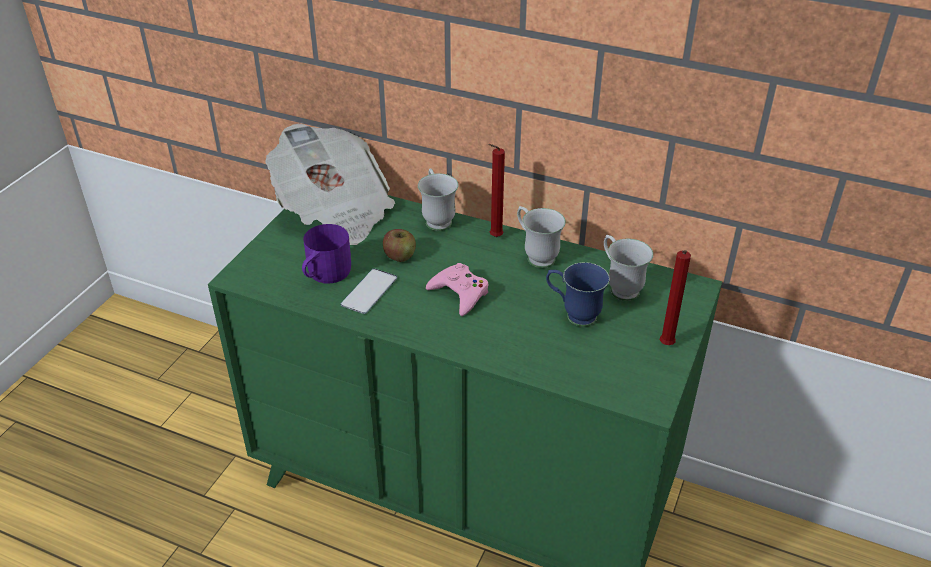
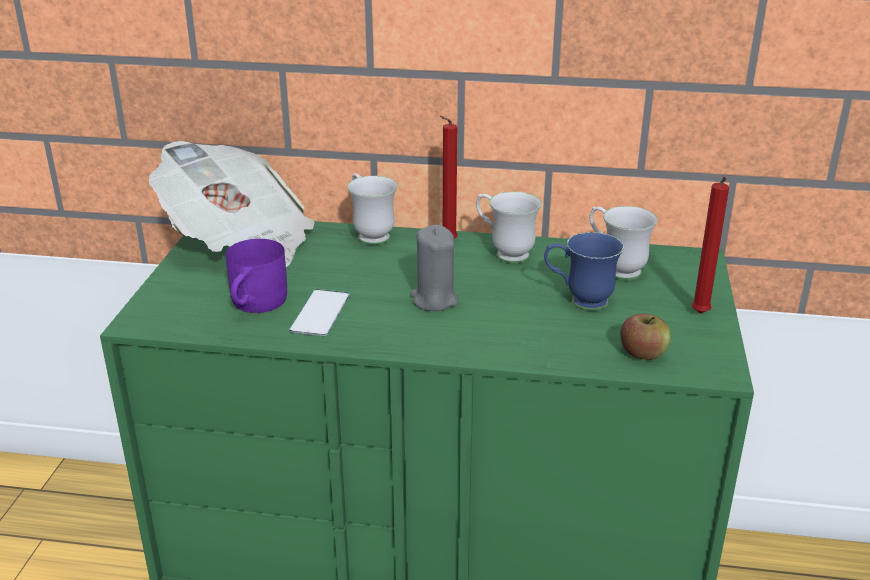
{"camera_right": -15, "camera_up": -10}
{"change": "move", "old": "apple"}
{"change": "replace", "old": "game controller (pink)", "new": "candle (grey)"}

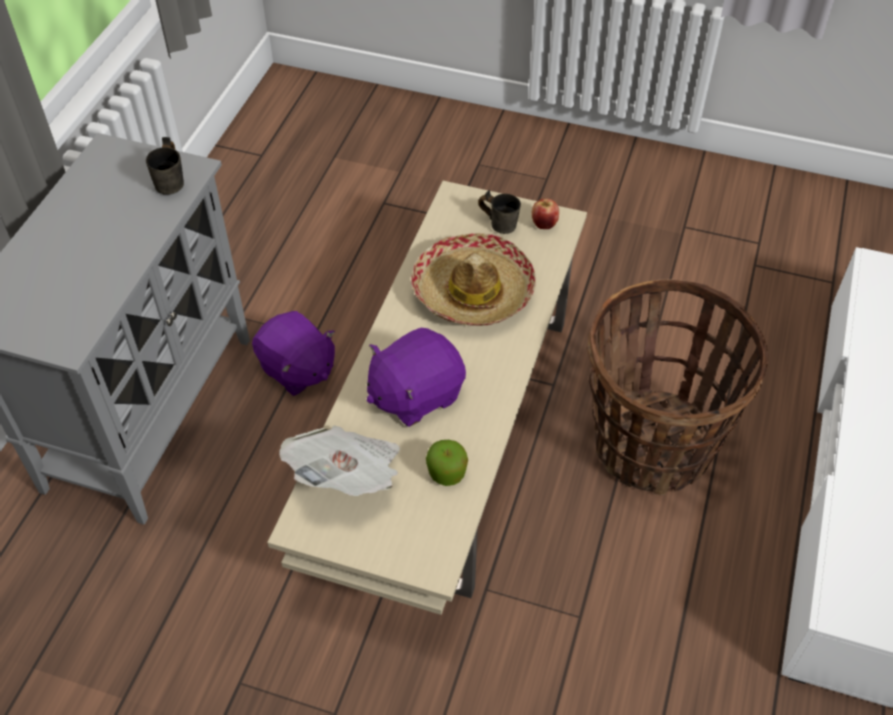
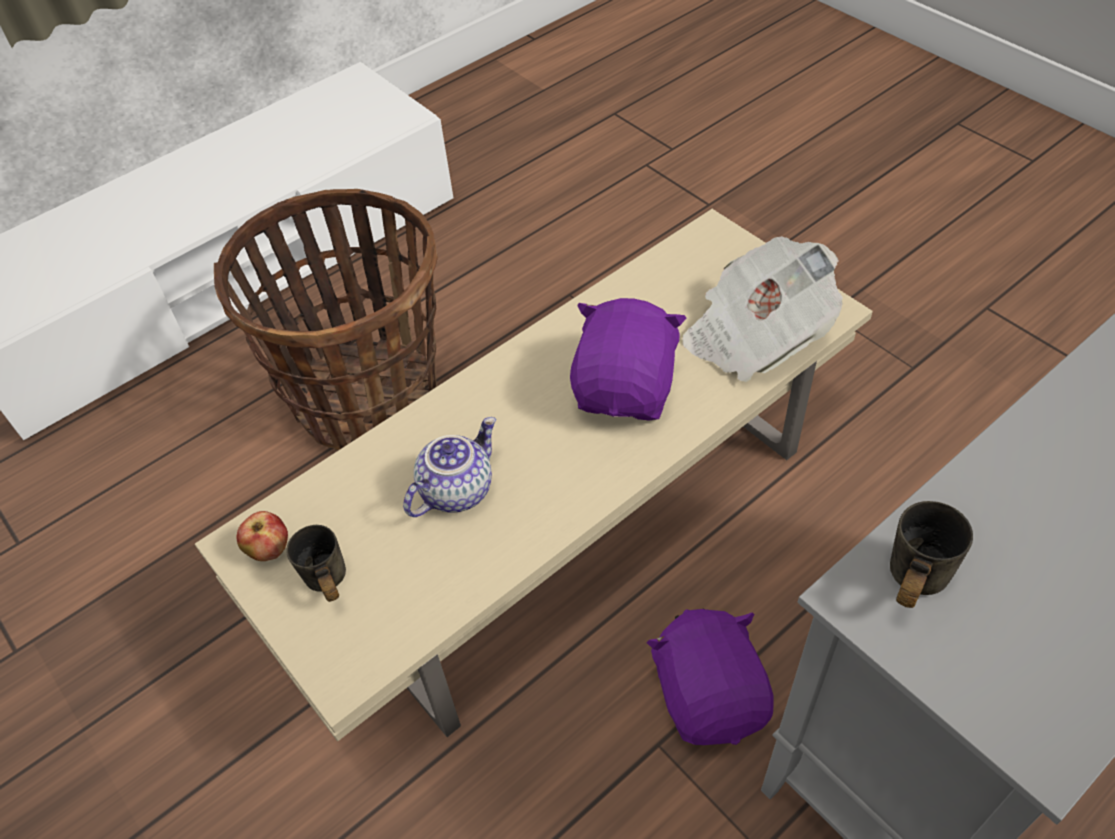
{"camera_right": -145, "camera_up": 0}
{"change": "rotate", "old": "plush toy (purple) (2nd from left in the first image)", "degrees": -75}
{"change": "replace", "old": "hat", "new": "teapot"}
{"change": "delete", "old": "apple (1st from left)"}

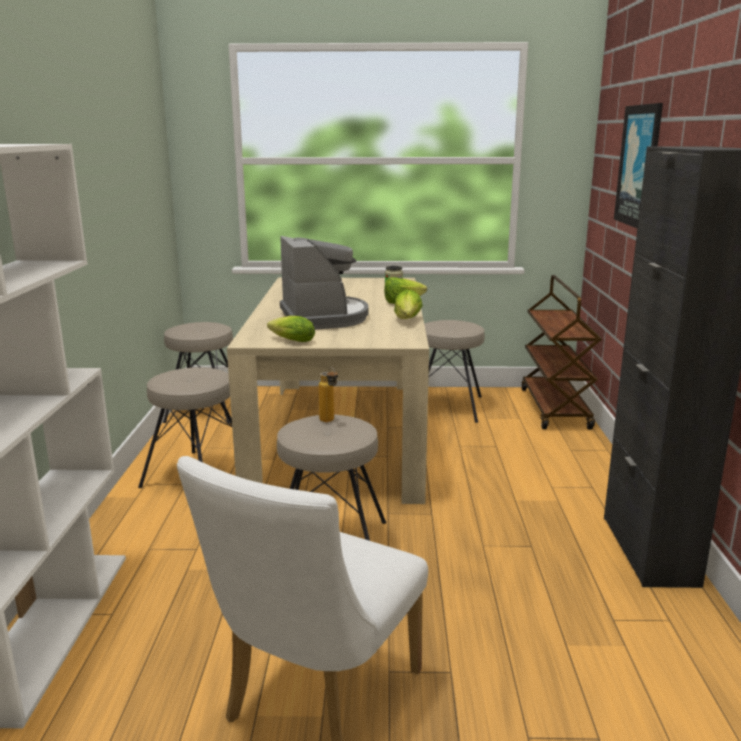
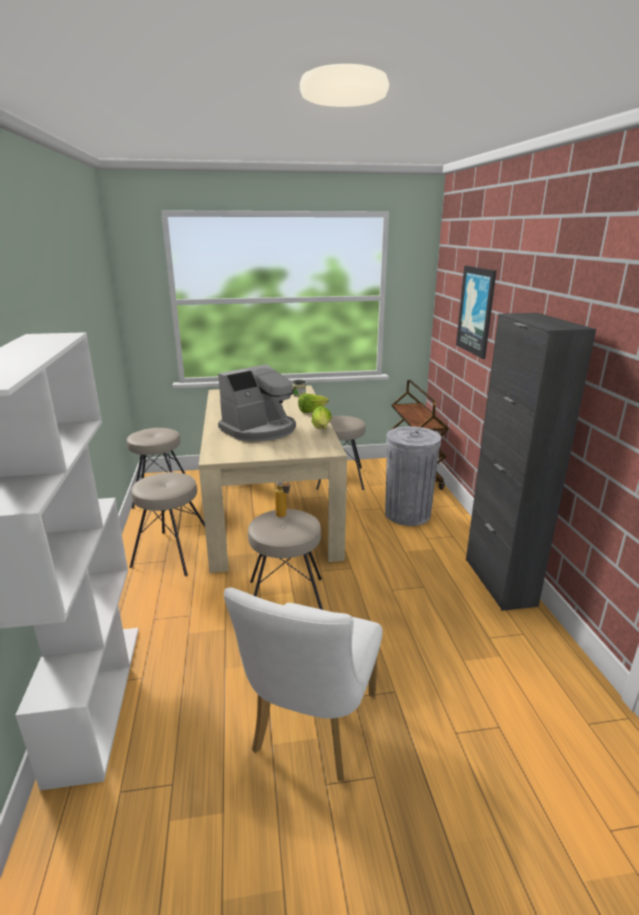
{"camera_right": -10, "camera_up": 5}
{"change": "delete", "old": "lettuce (1st from left)"}
{"change": "rotate", "old": "coffee machine", "degrees": 75}
{"change": "insert", "new": "trash can (grey)"}

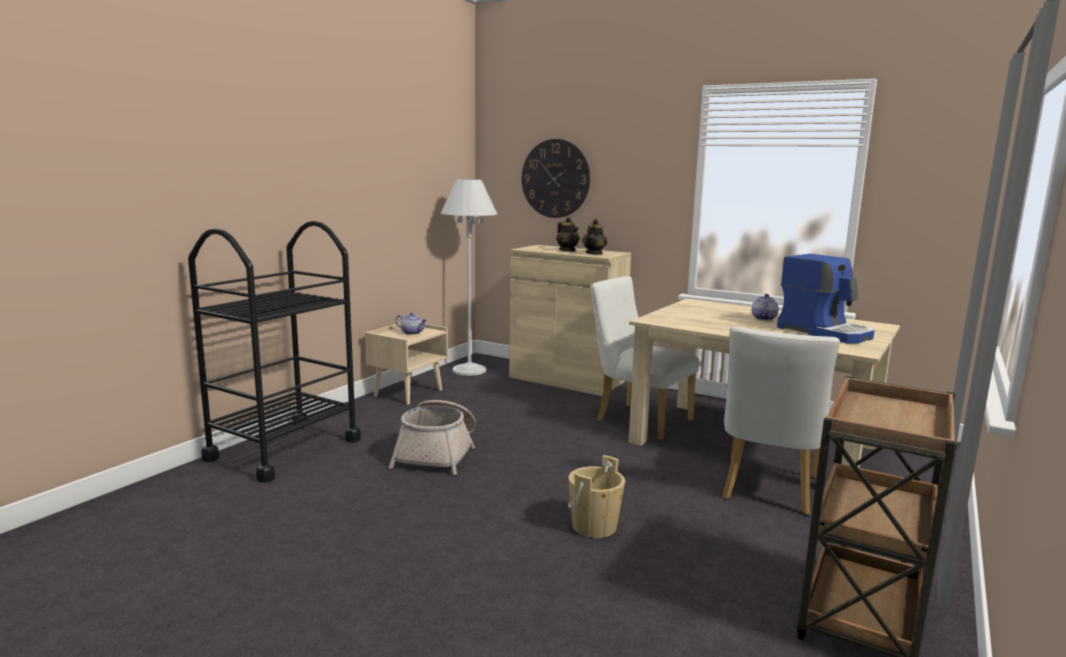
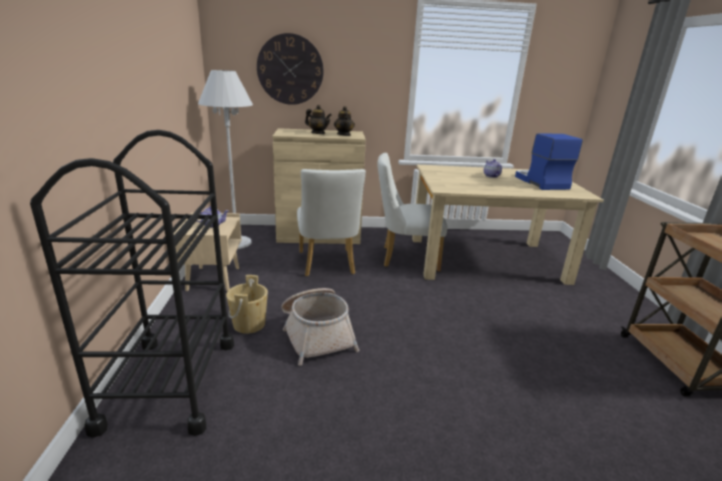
{"camera_right": -35, "camera_up": 10}
{"change": "move", "old": "bucket (beige)"}
{"change": "move", "old": "chair (white) (2nd from left in the first image)", "new": "chair (white) (1st from left)"}
{"change": "rotate", "old": "coffee machine", "degrees": -120}

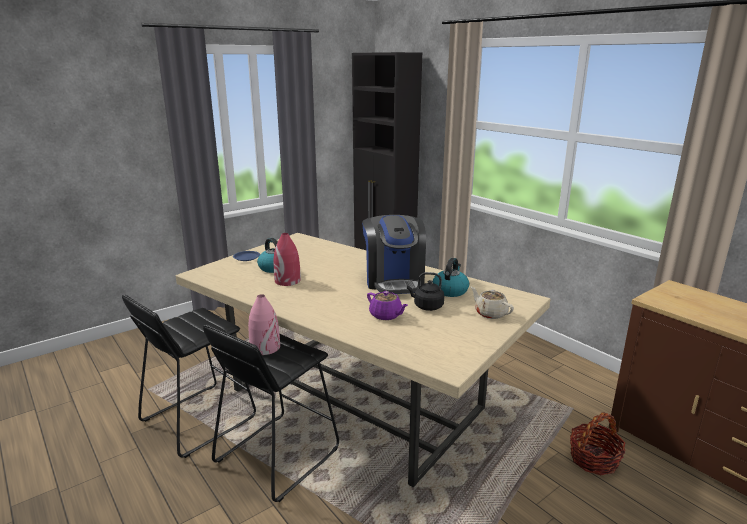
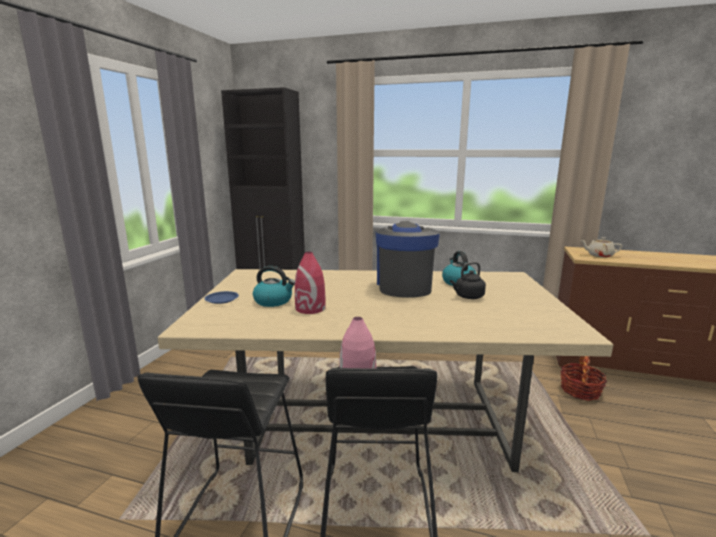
{"camera_right": -35, "camera_up": -5}
{"change": "rotate", "old": "coffee machine", "degrees": -135}
{"change": "delete", "old": "teapot (purple)"}
{"change": "move", "old": "teapot (beige)"}

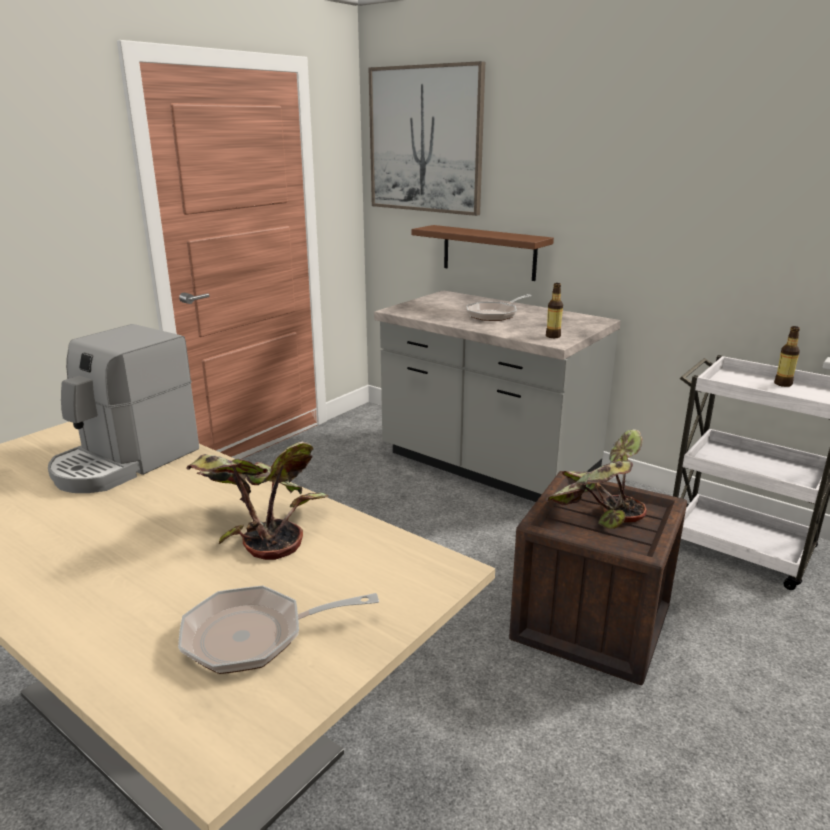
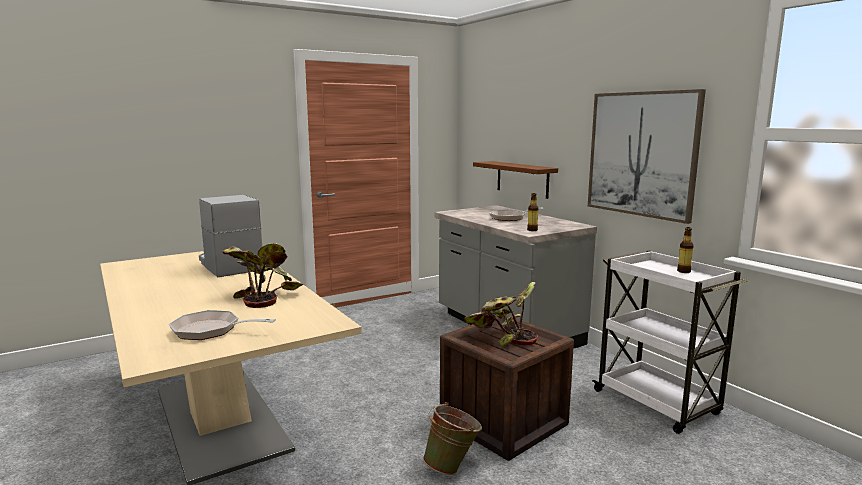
{"camera_right": 20, "camera_up": -10}
{"change": "rotate", "old": "coffee machine", "degrees": 90}
{"change": "move", "old": "picture"}
{"change": "insert", "new": "bucket (green)"}

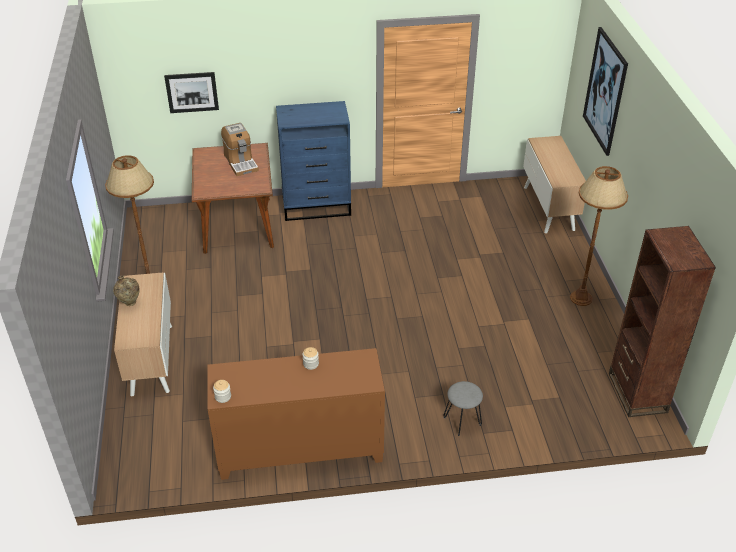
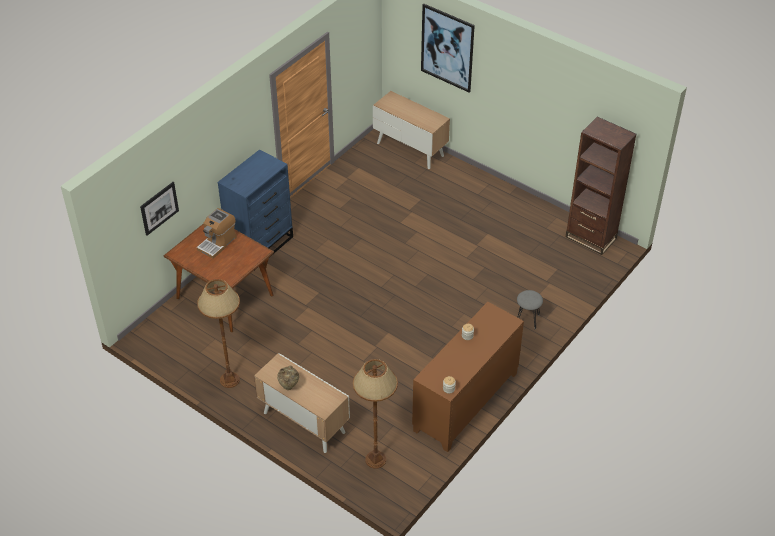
{"camera_right": -45, "camera_up": 5}
{"change": "rotate", "old": "coffee machine", "degrees": 105}
{"change": "move", "old": "floor lamp (brown) (2nd from left)"}

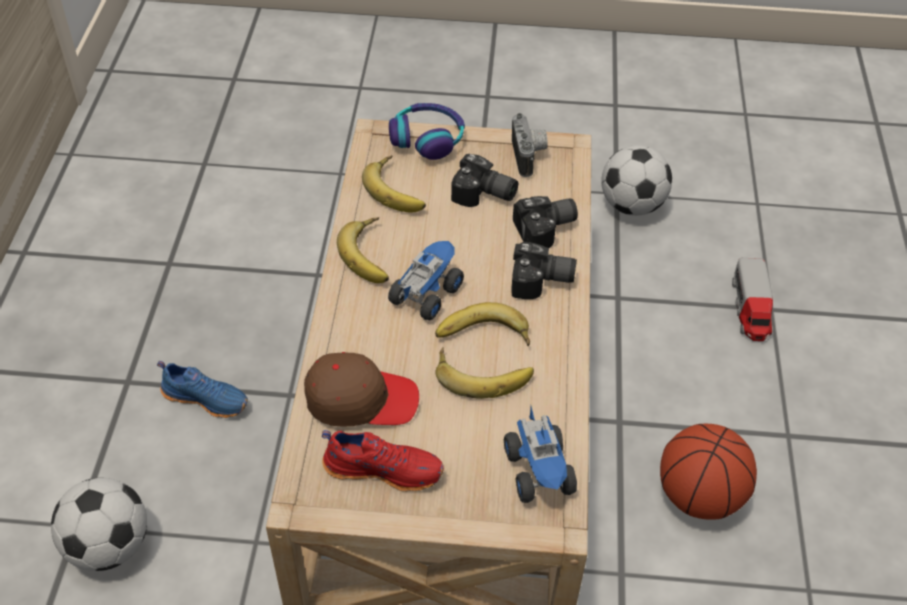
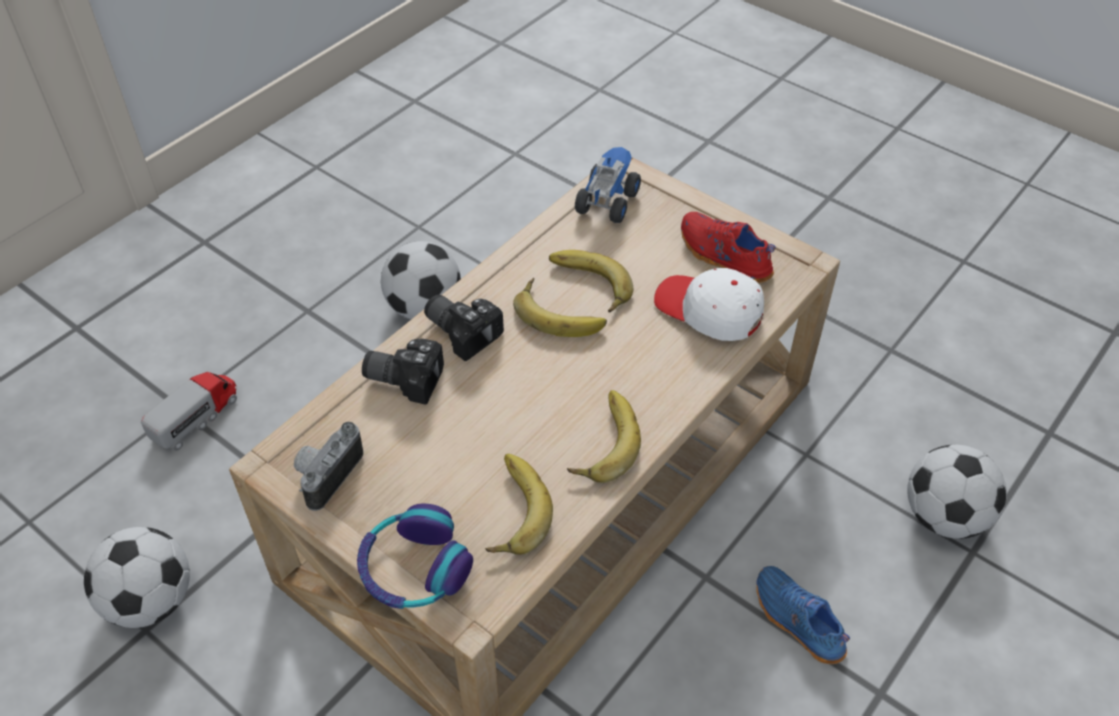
{"camera_right": -145, "camera_up": 0}
{"change": "recolor", "old": "cap (brown)", "new": "cap (white)"}
{"change": "delete", "old": "toy truck (1st from left)"}
{"change": "delete", "old": "photo camera (1st from left)"}
{"change": "replace", "old": "basketball", "new": "football (2nd from left)"}

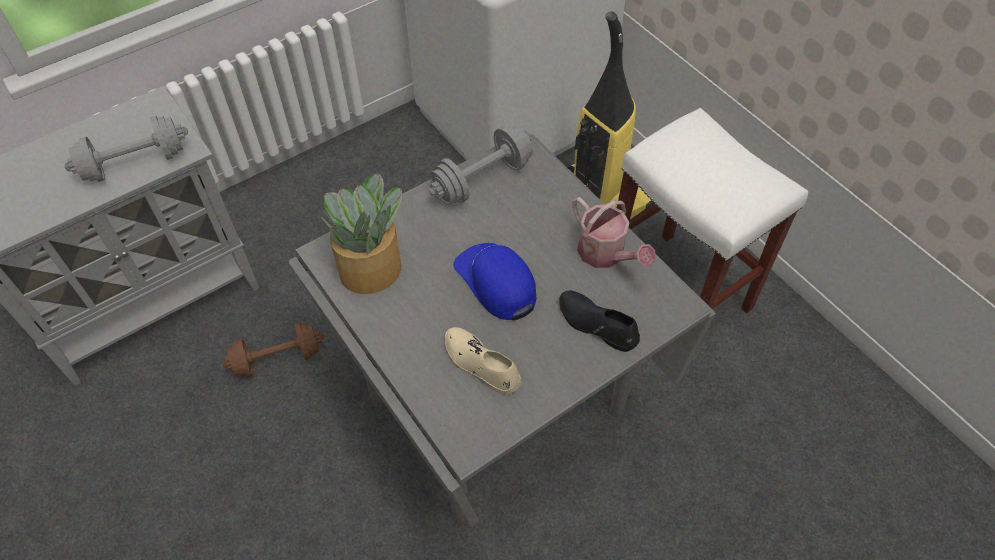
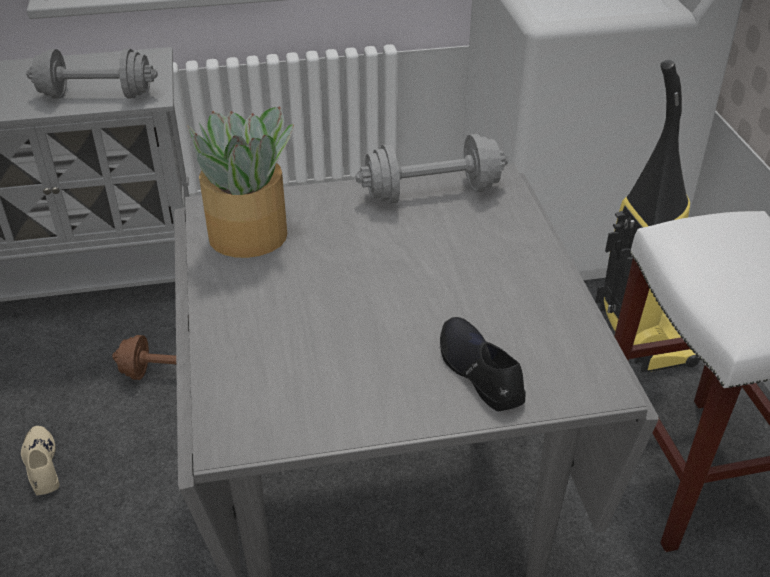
{"camera_right": 25, "camera_up": -15}
{"change": "move", "old": "shoe (beige)"}
{"change": "delete", "old": "cap (blue)"}
{"change": "delete", "old": "watering can"}

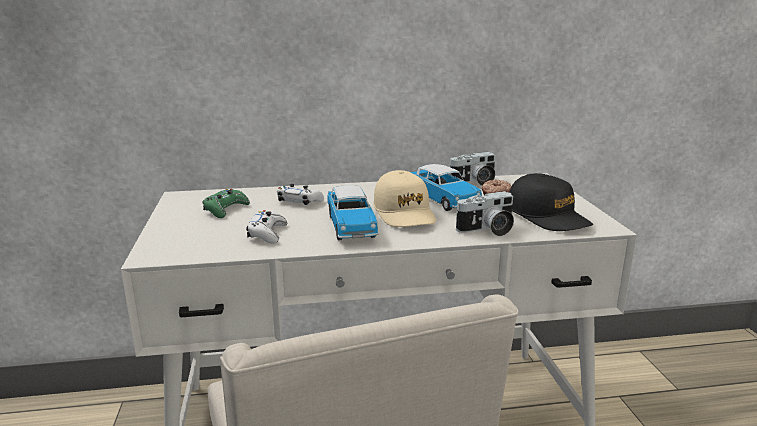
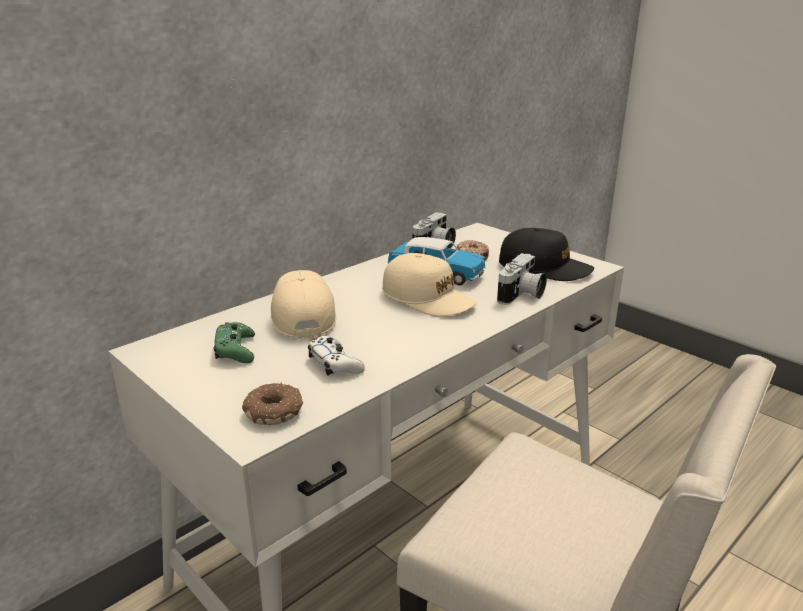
{"camera_right": -35, "camera_up": 5}
{"change": "replace", "old": "game controller (white) (2nd from left)", "new": "cap (beige) (1st from left)"}
{"change": "delete", "old": "toy car (1st from left)"}
{"change": "insert", "new": "donut (1st from left)"}

